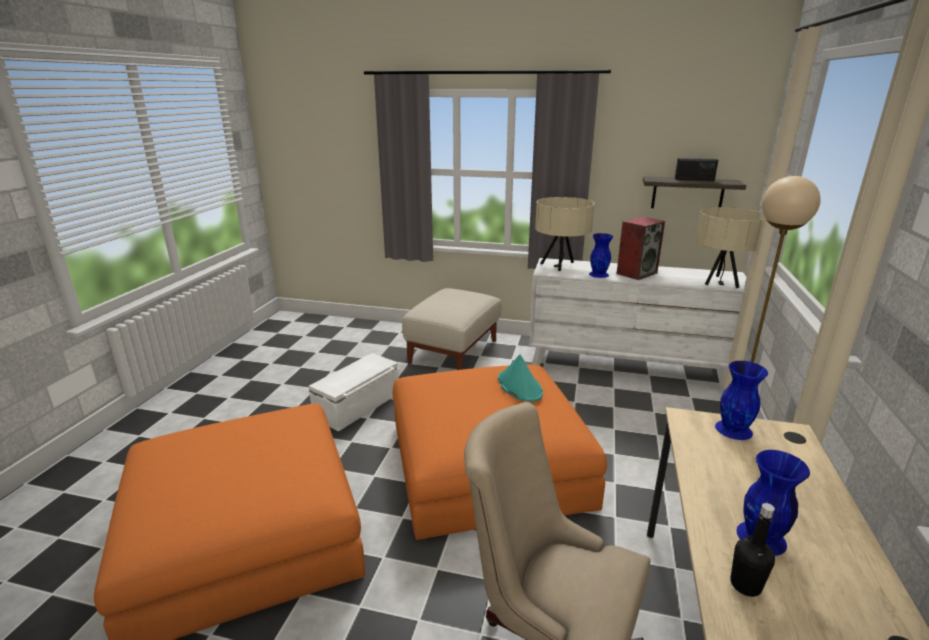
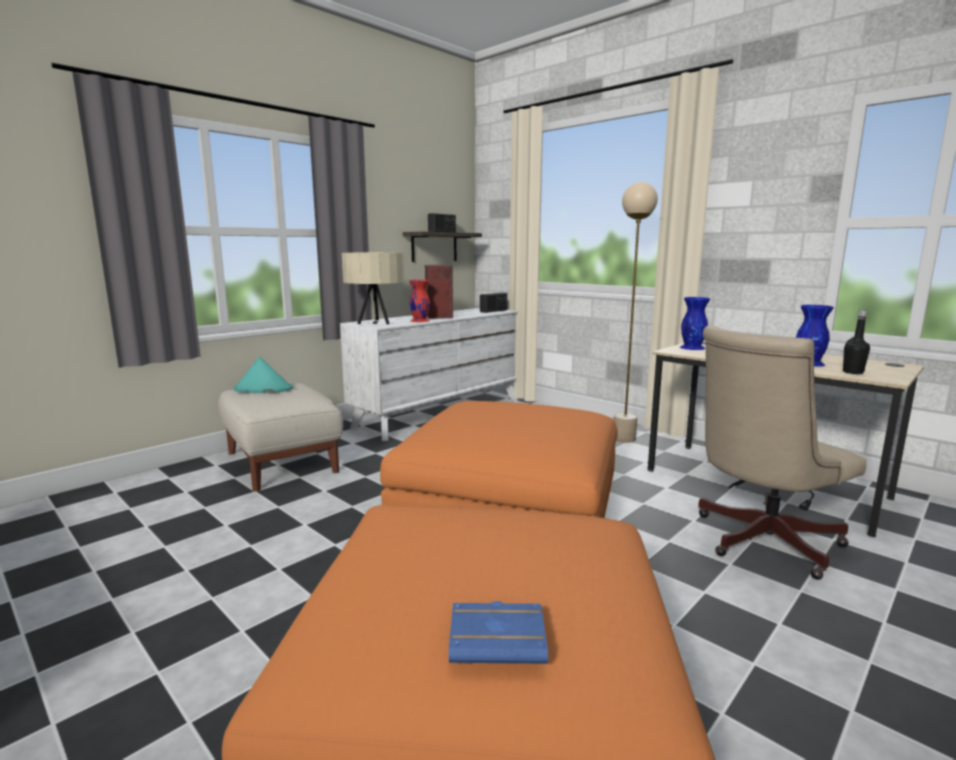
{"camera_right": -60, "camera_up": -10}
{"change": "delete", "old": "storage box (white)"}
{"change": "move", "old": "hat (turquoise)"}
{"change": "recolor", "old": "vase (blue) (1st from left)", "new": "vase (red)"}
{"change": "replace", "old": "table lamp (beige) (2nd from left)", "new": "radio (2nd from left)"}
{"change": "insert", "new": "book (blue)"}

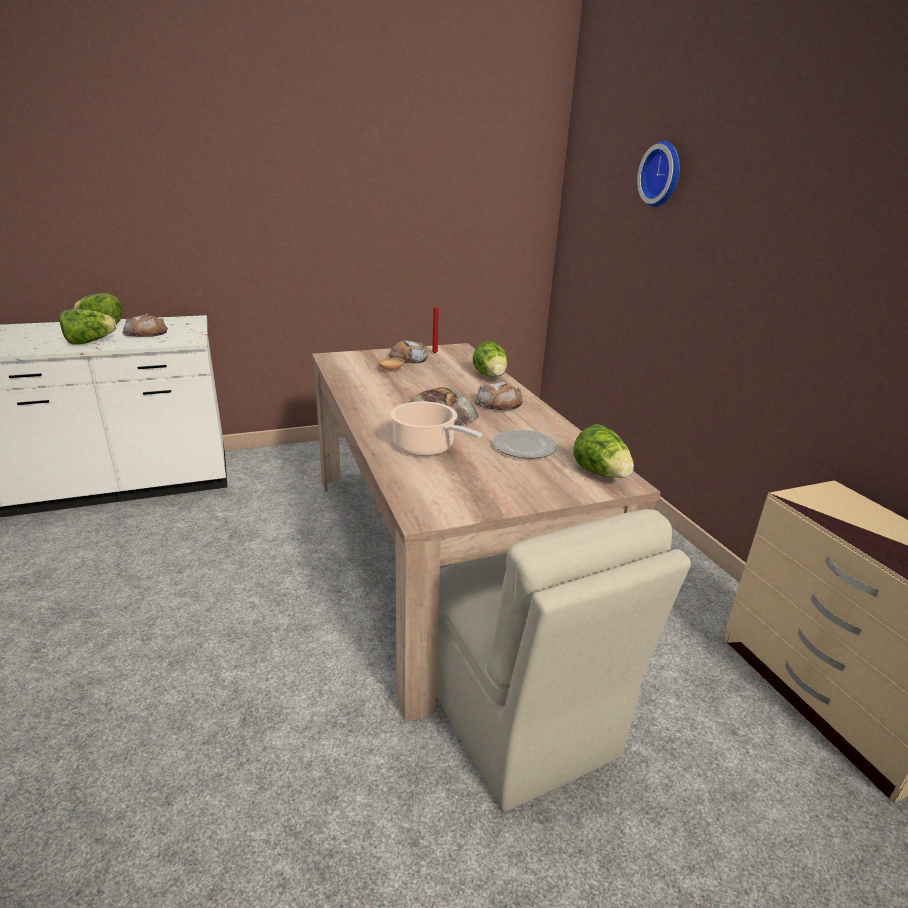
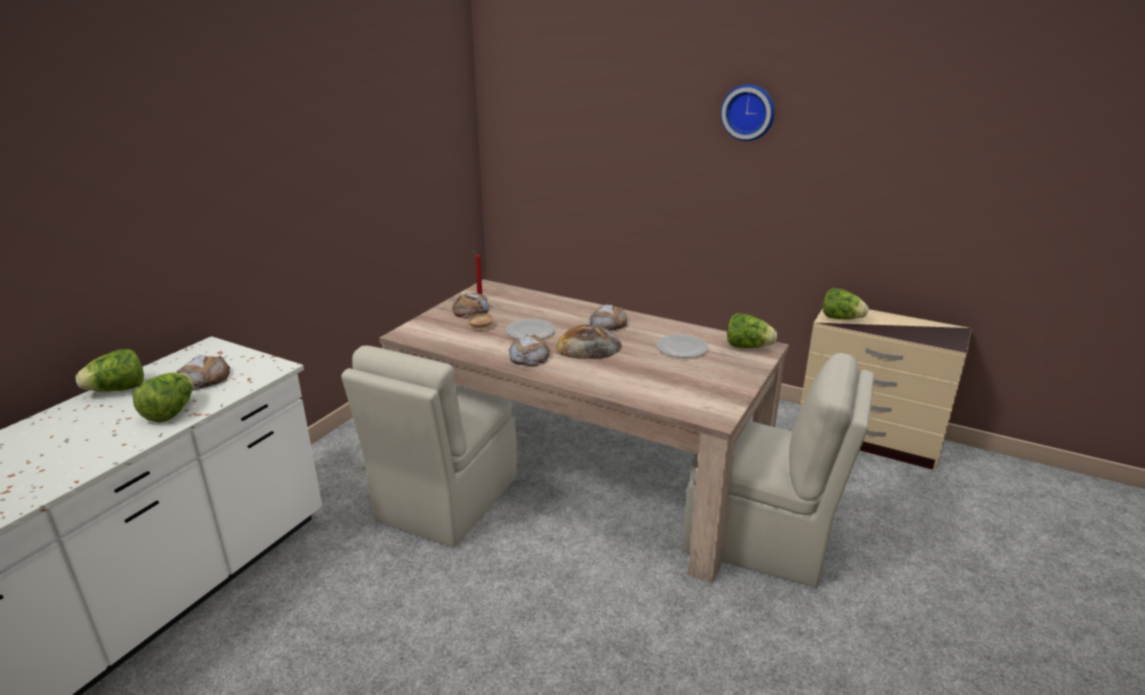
{"camera_right": -40, "camera_up": 0}
{"change": "delete", "old": "cooking pot"}
{"change": "move", "old": "lettuce (3rd from left in the first image)", "new": "lettuce (4th from left)"}
{"change": "move", "old": "wall clock"}
{"change": "insert", "new": "chair (beige) (1st from left)"}
{"change": "insert", "new": "plate (1st from left)"}
{"change": "insert", "new": "bread (3rd from left)"}

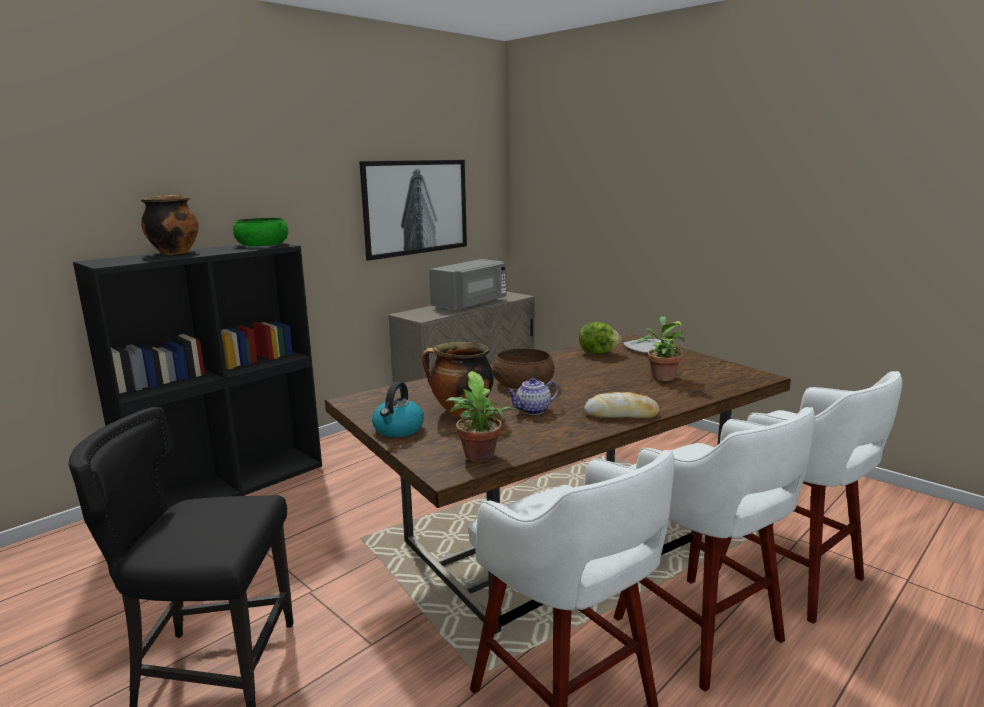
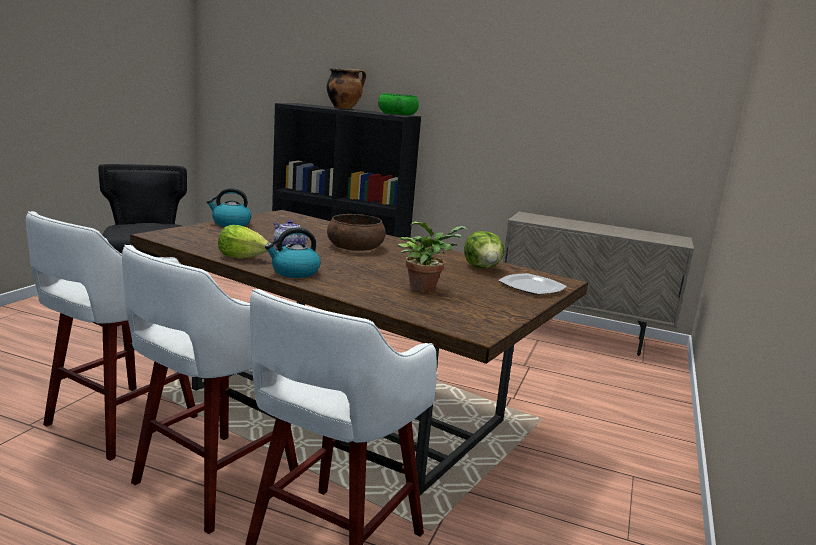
{"camera_right": 65, "camera_up": 0}
{"change": "delete", "old": "picture"}
{"change": "delete", "old": "cooking pot (2nd from left)"}
{"change": "delete", "old": "microwave (grey)"}
{"change": "delete", "old": "potted plant (1st from left)"}
{"change": "replace", "old": "bread", "new": "kettle (2nd from left)"}
{"change": "insert", "new": "lettuce (1st from left)"}

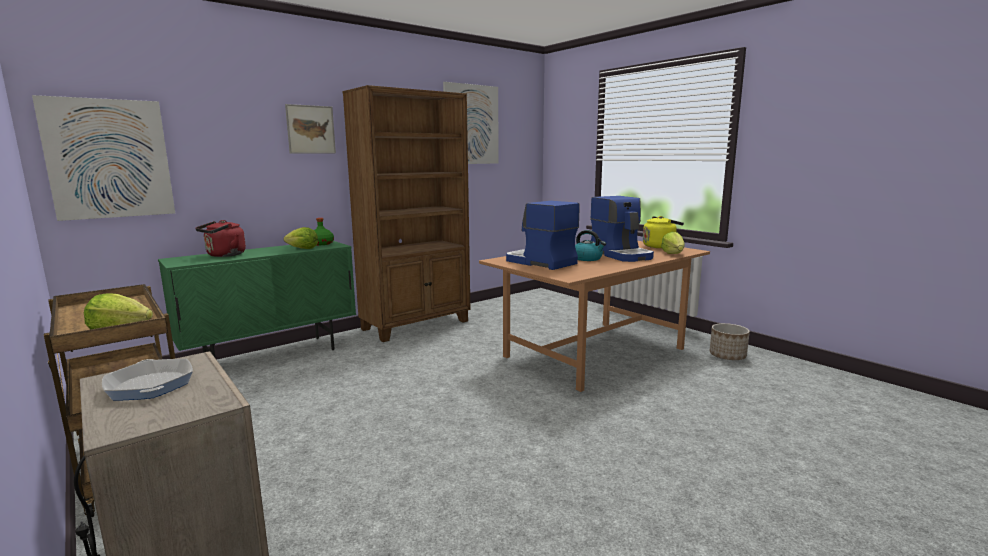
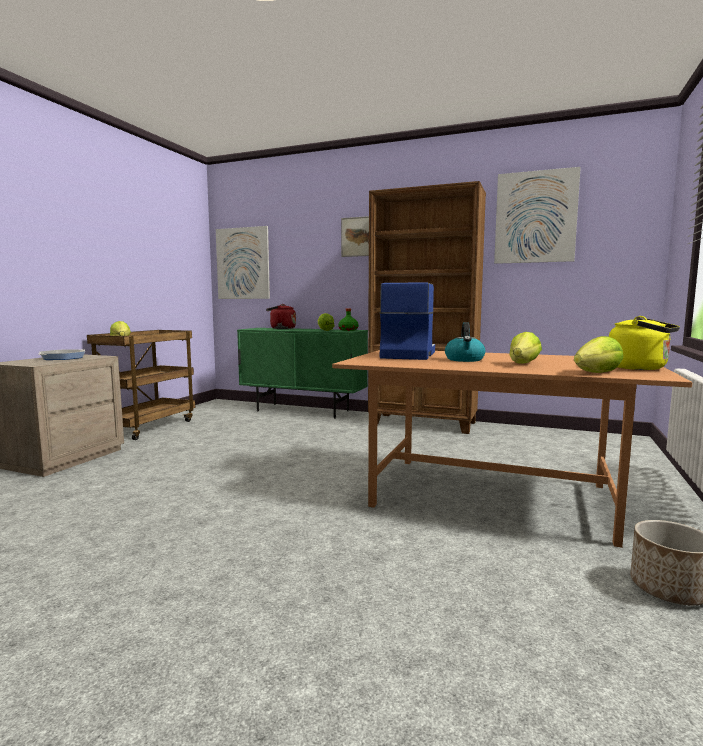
{"camera_right": 60, "camera_up": -5}
{"change": "replace", "old": "coffee machine (2nd from left)", "new": "lettuce (3rd from left)"}

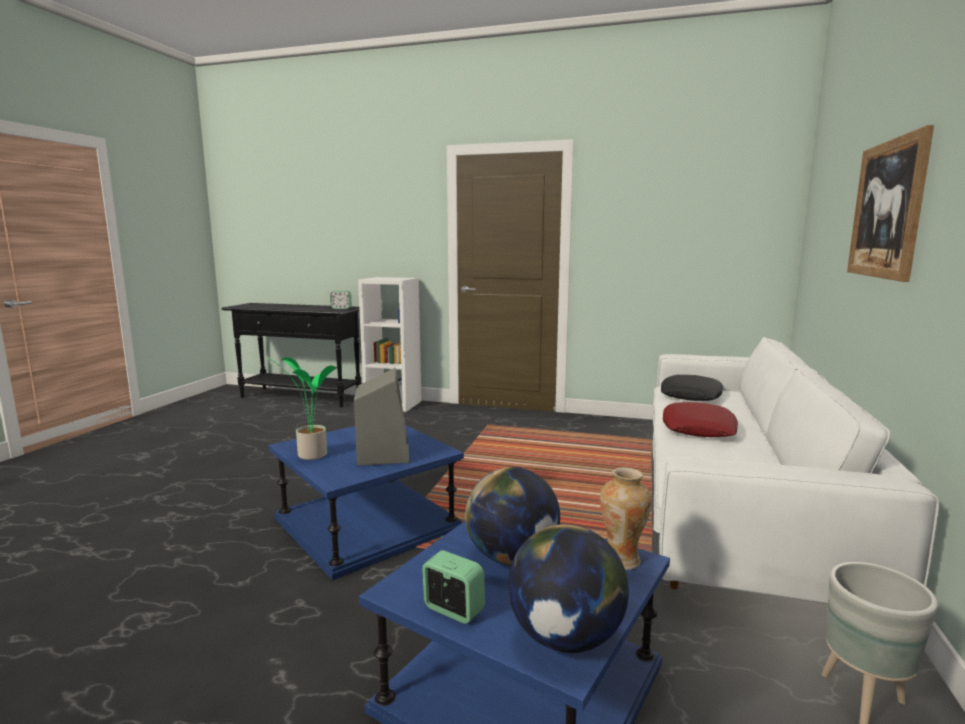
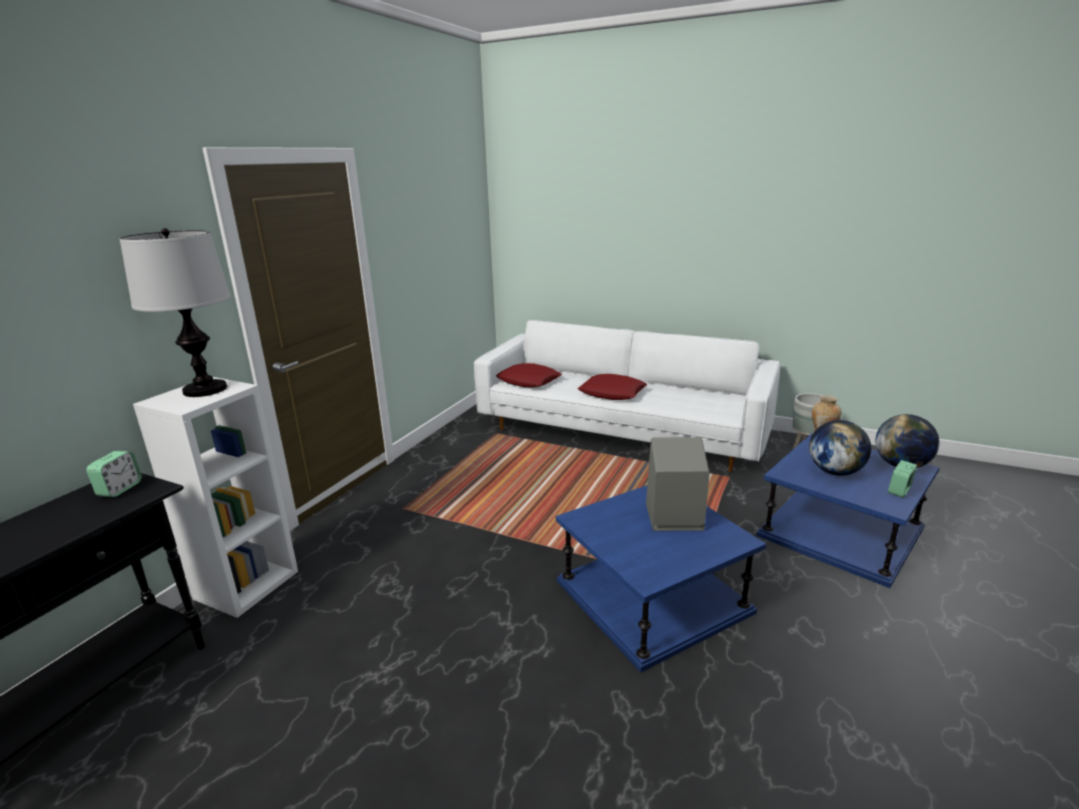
{"camera_right": -80, "camera_up": 10}
{"change": "delete", "old": "potted plant"}
{"change": "recolor", "old": "pillow (black)", "new": "pillow (red) (1st from left)"}
{"change": "delete", "old": "picture"}
{"change": "insert", "new": "table lamp"}

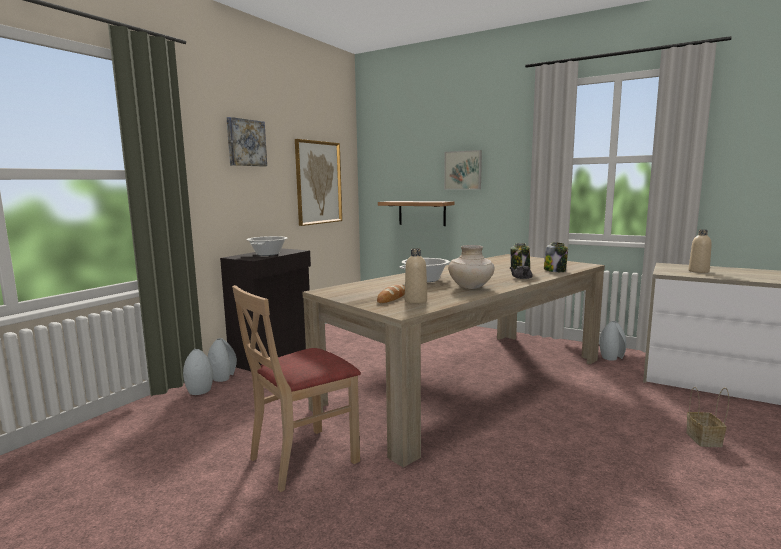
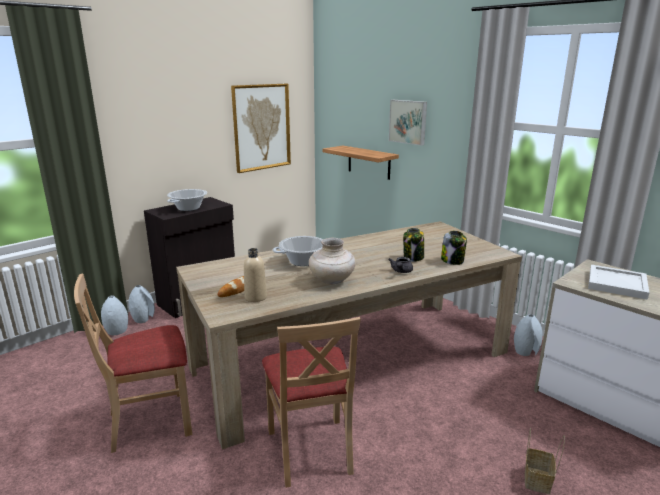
{"camera_right": 15, "camera_up": 10}
{"change": "delete", "old": "picture (1st from left)"}
{"change": "replace", "old": "bottle (beige) (2nd from left)", "new": "tray (white)"}
{"change": "insert", "new": "chair (beige) (2nd from left)"}

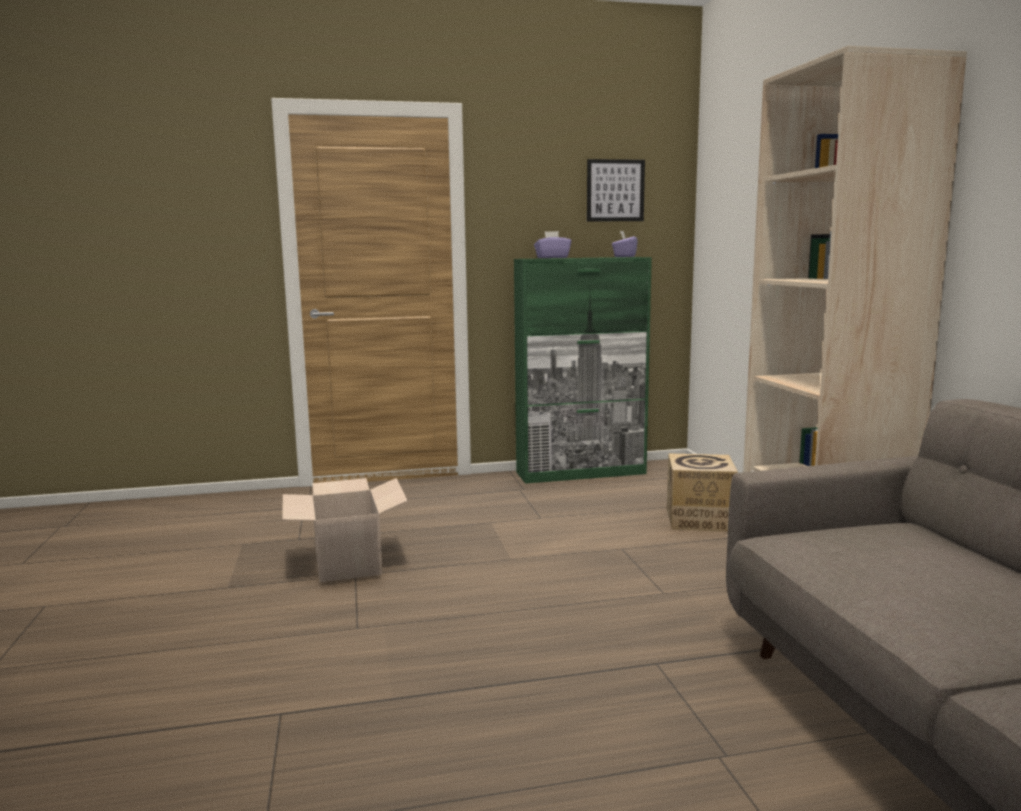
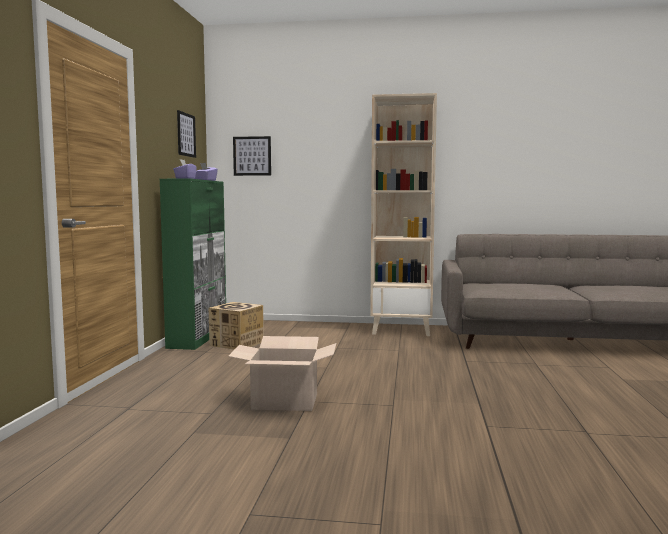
{"camera_right": -70, "camera_up": -5}
{"change": "move", "old": "cardboard box (2nd from left in the first image)", "new": "cardboard box (1st from left)"}
{"change": "insert", "new": "picture (2nd from left)"}

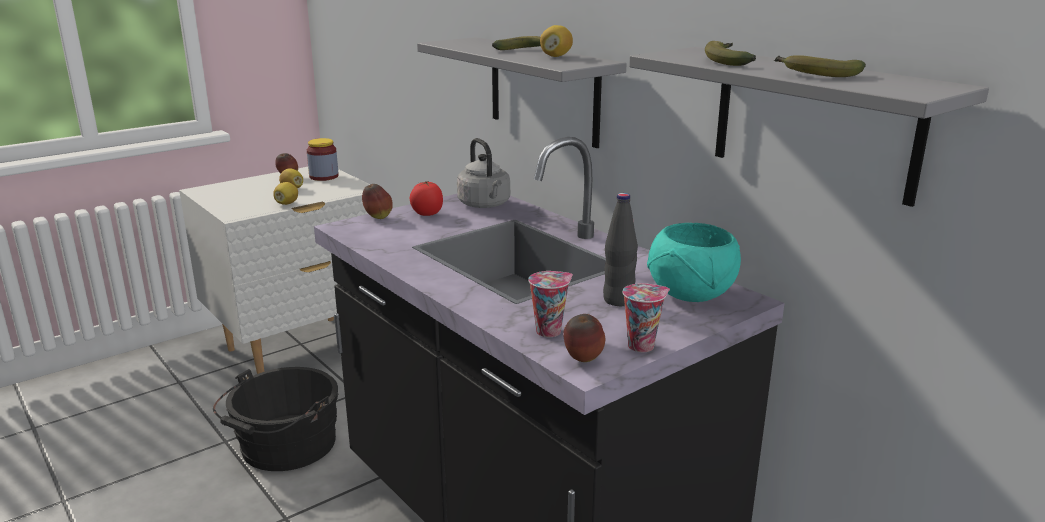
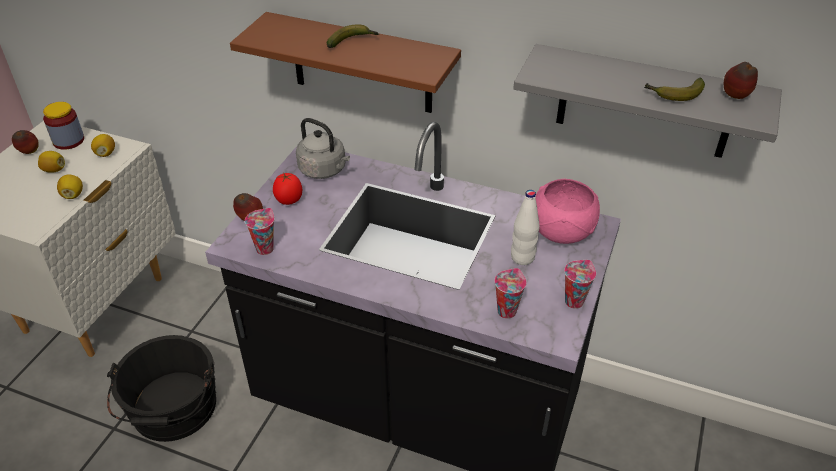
{"camera_right": -30, "camera_up": 20}
{"change": "recolor", "old": "shelf (grey) (1st from left)", "new": "shelf (brown)"}
{"change": "move", "old": "lemon (3rd from left)"}
{"change": "move", "old": "apple (3rd from left)"}
{"change": "recolor", "old": "bottle (black)", "new": "bottle (white)"}
{"change": "recolor", "old": "bowl (turquoise)", "new": "bowl (pink)"}
{"change": "delete", "old": "banana (2nd from left)"}
{"change": "insert", "new": "cup (1st from left)"}

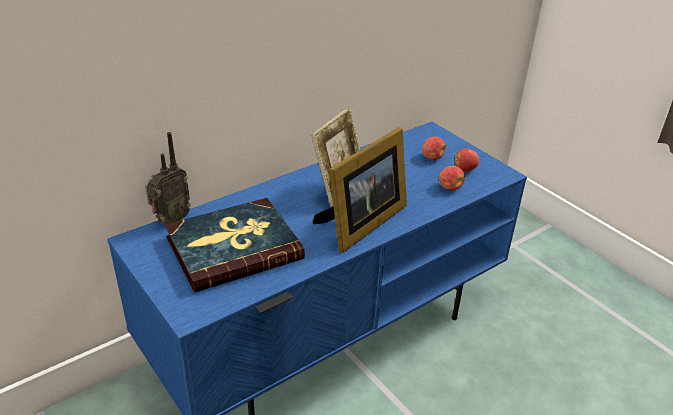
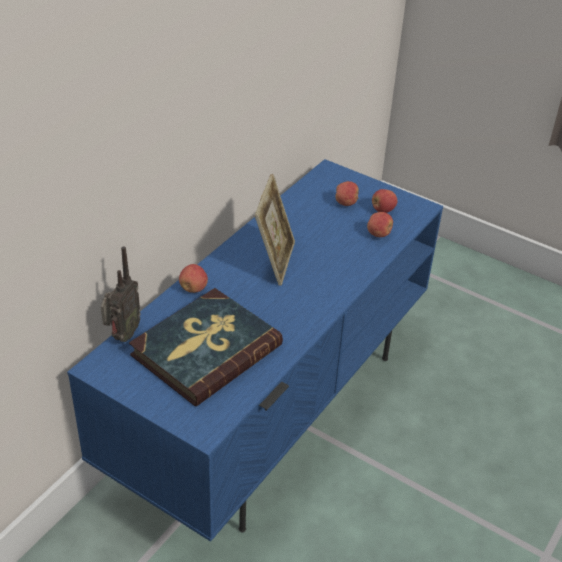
{"camera_right": -20, "camera_up": 5}
{"change": "delete", "old": "picture frame (2nd from left)"}
{"change": "insert", "new": "apple (1st from left)"}

